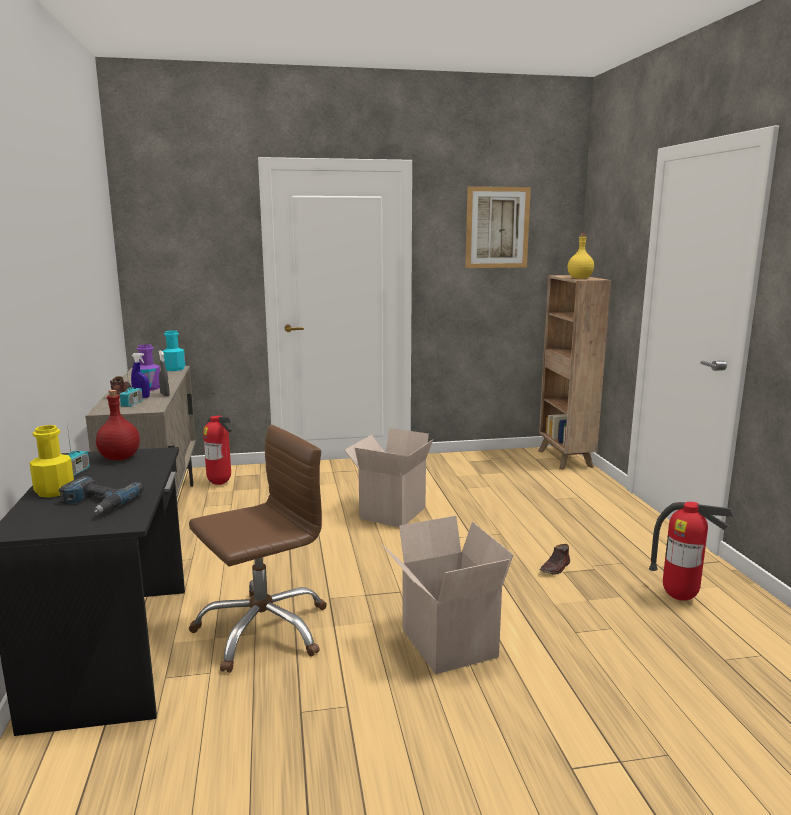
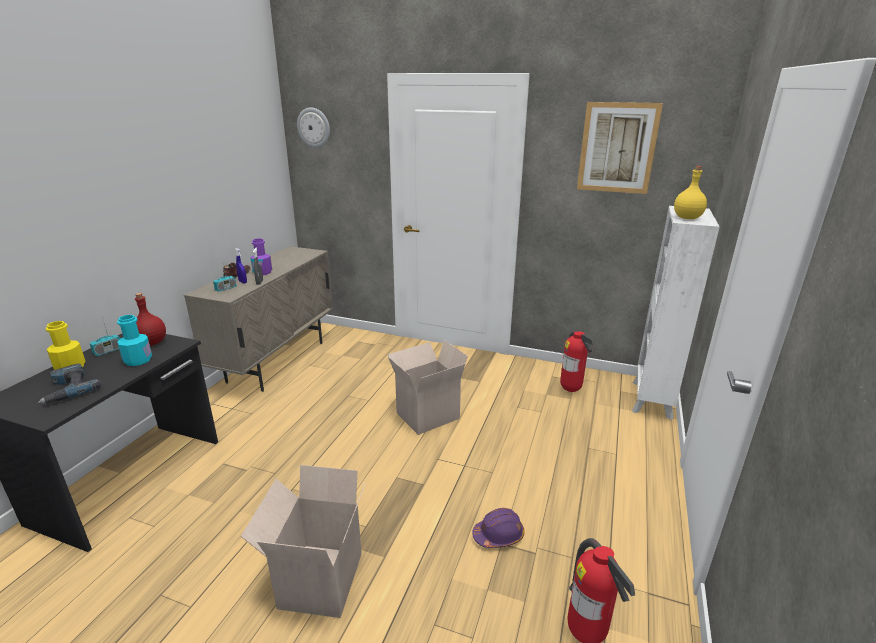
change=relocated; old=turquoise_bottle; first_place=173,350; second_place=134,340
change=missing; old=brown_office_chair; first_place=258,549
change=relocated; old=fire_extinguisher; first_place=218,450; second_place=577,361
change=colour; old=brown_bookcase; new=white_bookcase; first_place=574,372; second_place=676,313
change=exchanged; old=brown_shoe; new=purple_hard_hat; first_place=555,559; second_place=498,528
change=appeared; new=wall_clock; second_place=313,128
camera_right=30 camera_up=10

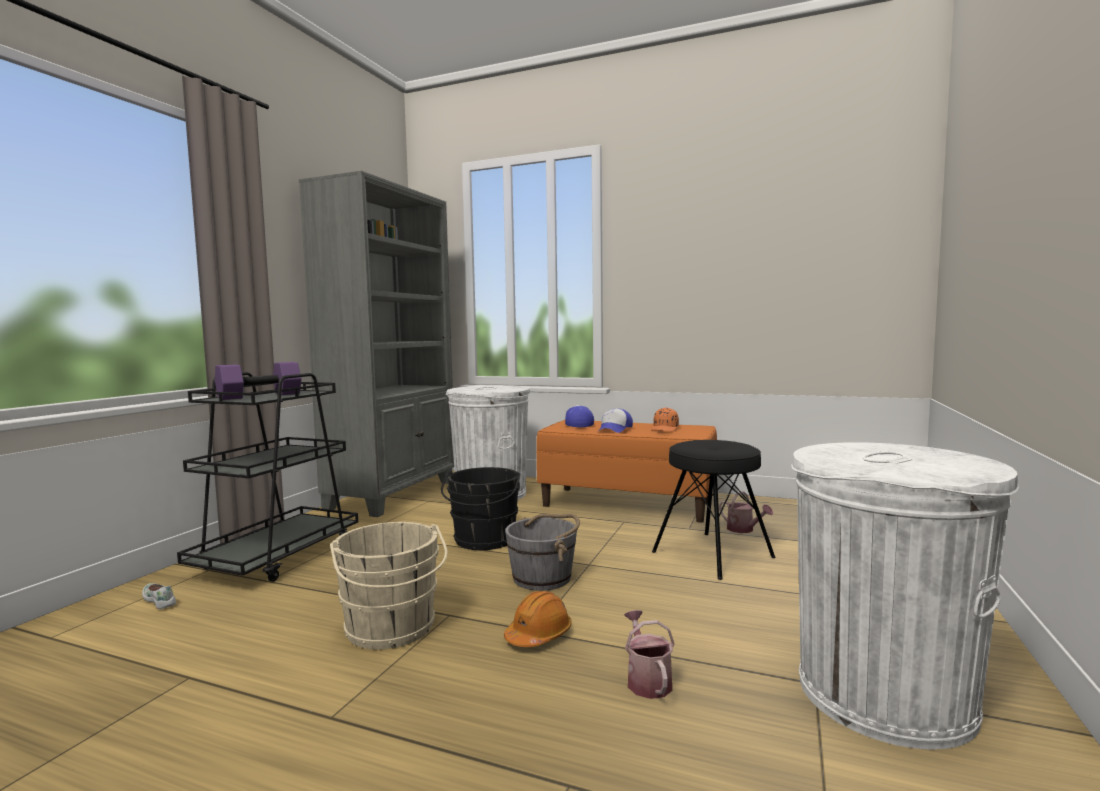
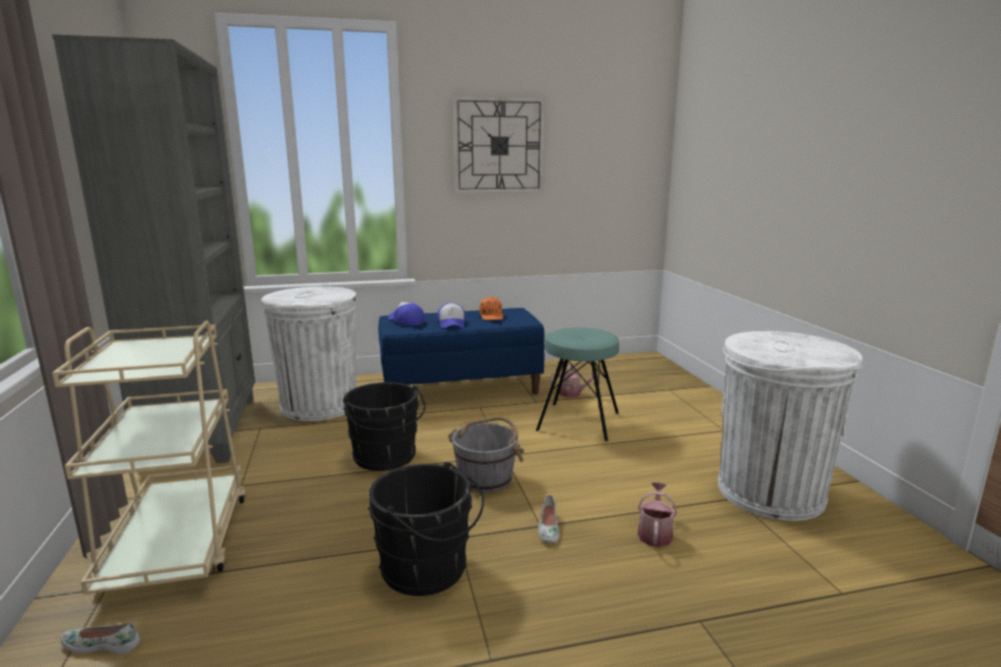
change=colour; old=black_cart; new=beige_cart; first_place=267,477; second_place=149,457
change=missing; old=purple_dumbbell; first_place=258,381
change=colour; old=beige_bucket; new=black_bucket; first_place=389,586; second_place=426,528
change=exchanged; old=orange_hard_hat; new=white_shoe; first_place=538,619; second_place=549,519
change=colour; old=orange_bench; new=blue_bench; first_place=626,471; second_place=461,351
change=spun; old=watering_can; first_place=649,654; second_place=657,514; degrees=60
change=colour; old=black_stool; new=turquoise_stool; first_place=713,510; second_place=577,384
change=appeared; new=wall_clock; second_place=499,144
camera_right=-35 camera_up=10

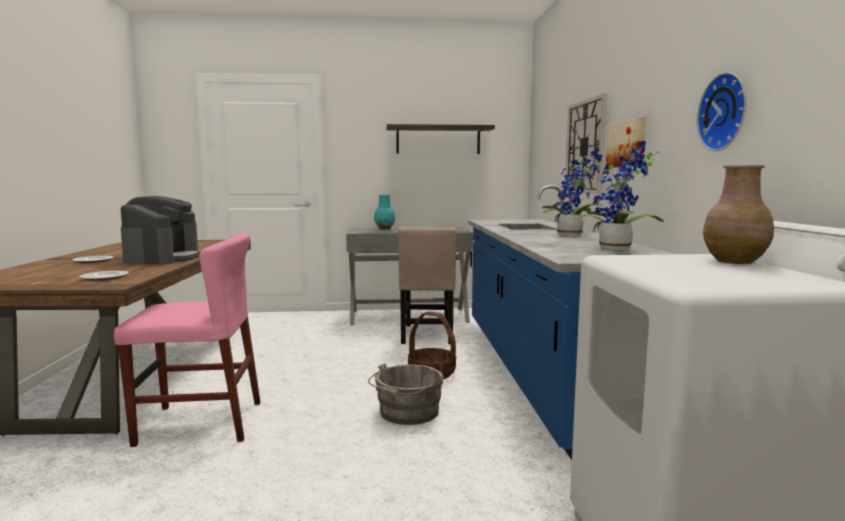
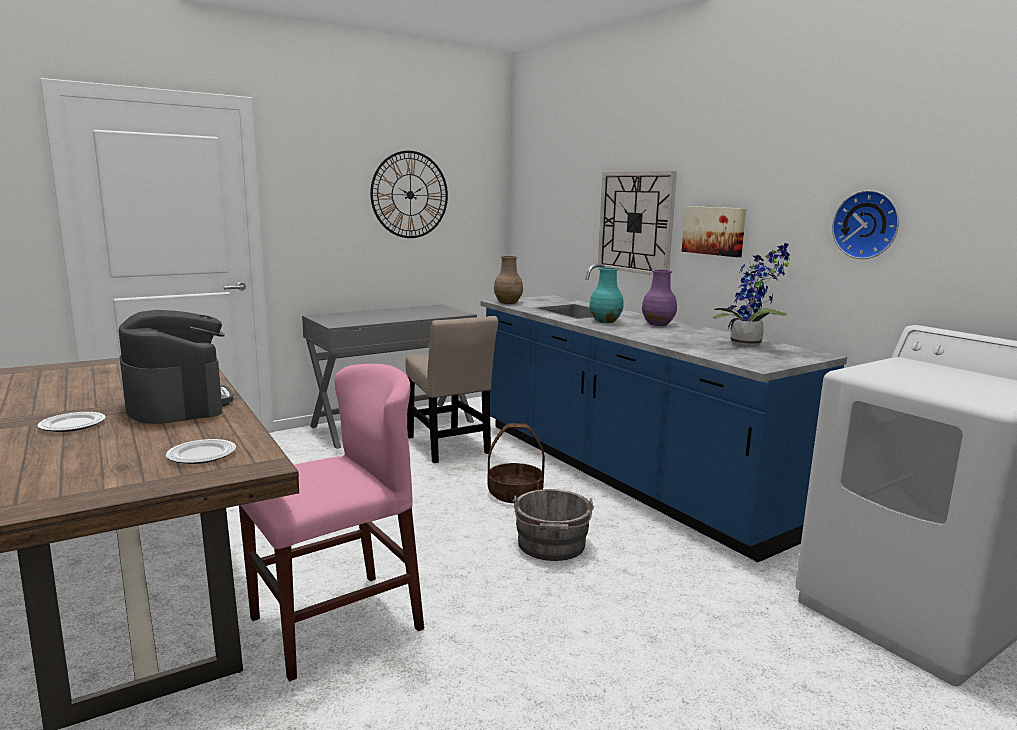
change=relocated; old=turquoise_vase; first_place=384,212; second_place=606,295
change=exchanged; old=shelf; new=wall_clock; first_place=440,139; second_place=409,194
change=exchanged; old=potted_plant; new=purple_vase; first_place=573,192; second_place=659,298
change=relocated; old=brown_vase; first_place=738,214; second_place=508,280
camera_right=-30 camera_up=5

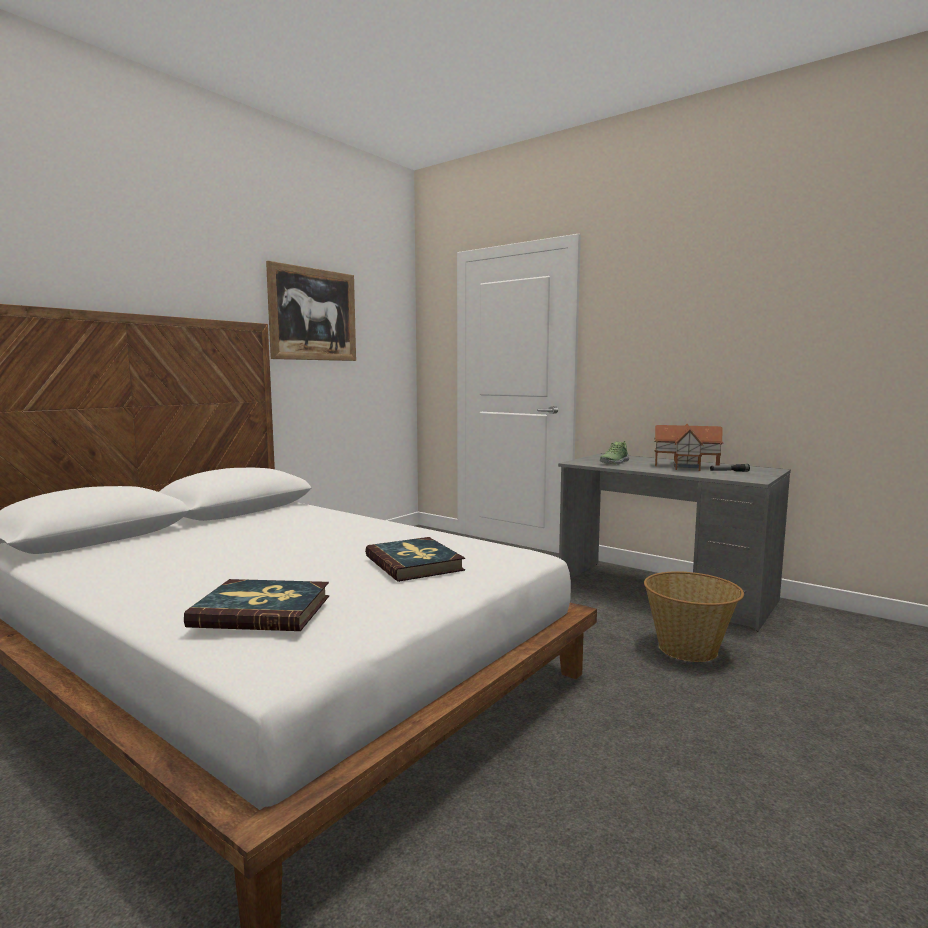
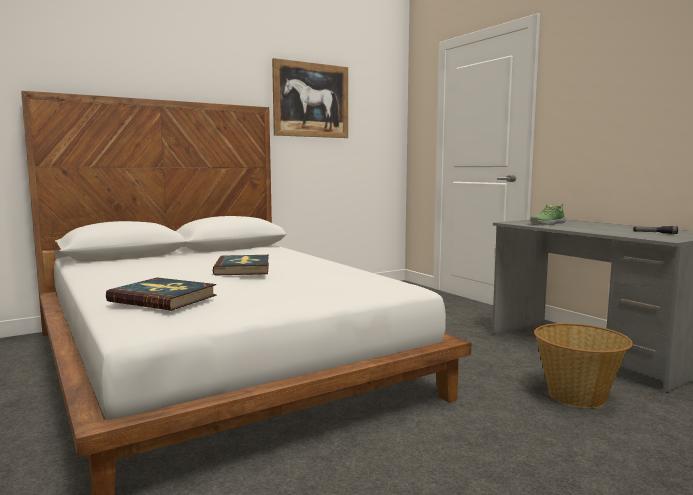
change=relocated; old=book; first_place=415,559; second_place=241,265
change=missing; old=toy_house; first_place=688,447
camera_right=20 camera_up=0

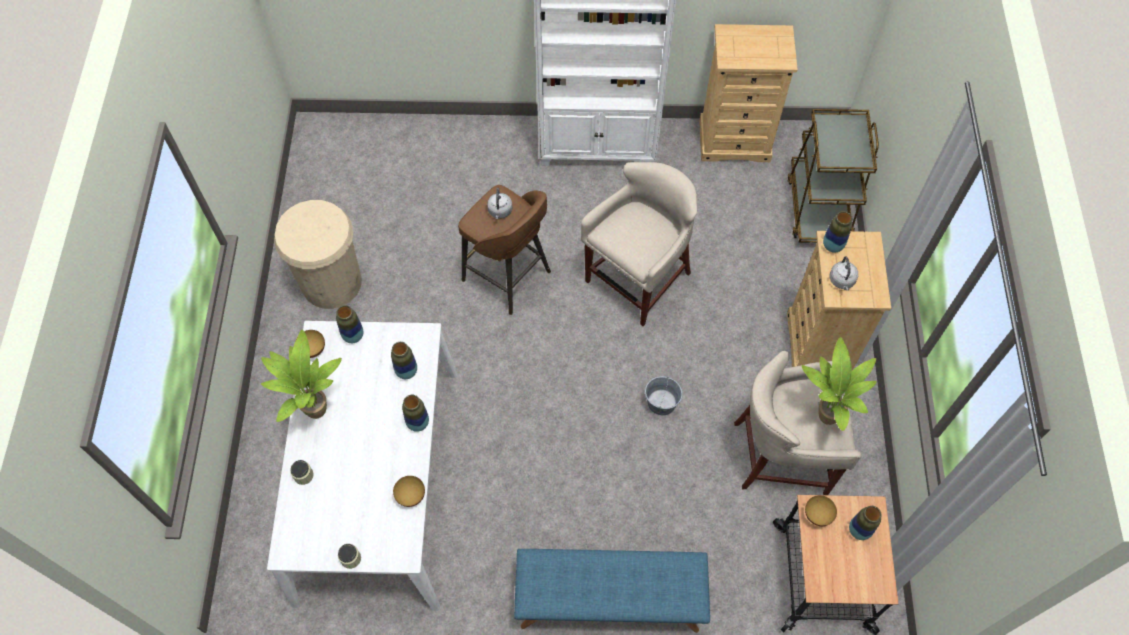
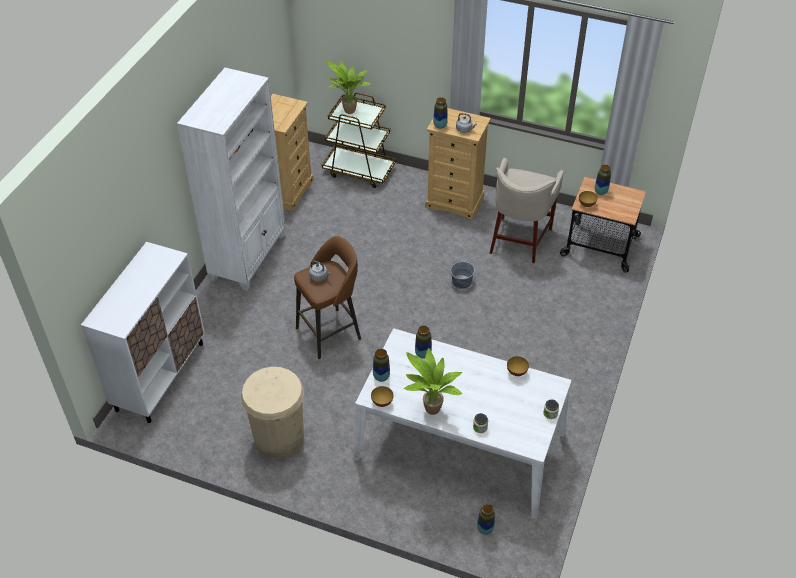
change=relocated; old=vase; first_place=415,413; second_place=486,519
change=missing; old=blue_bench; first_place=612,591
change=missing; old=beige_stool; first_place=639,244
change=relocated; old=potted_plant; first_place=839,384; second_place=349,87
change=appeared; new=white_cabinet; second_place=143,332
camera_right=-70 camera_up=-15

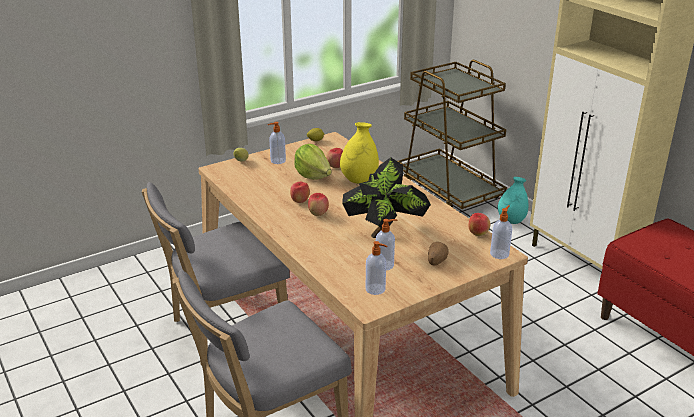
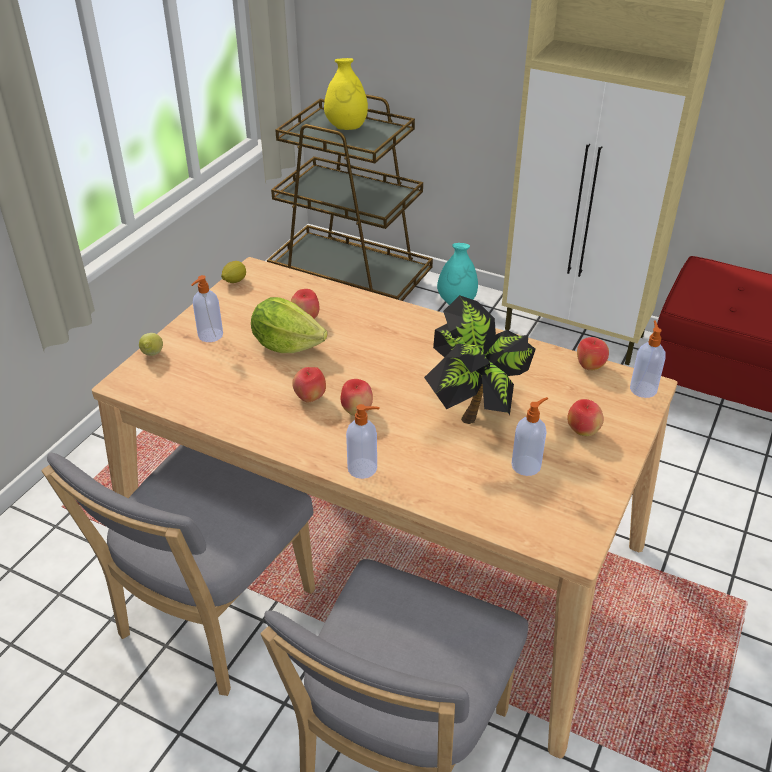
change=relocated; old=yellow_vase; first_place=359,153; second_place=346,94
change=relocated; old=soap_dispenser; first_place=376,268; second_place=363,441
change=exchanged; old=potato; new=apple; first_place=438,254; second_place=585,417
camera_right=-30 camera_up=10

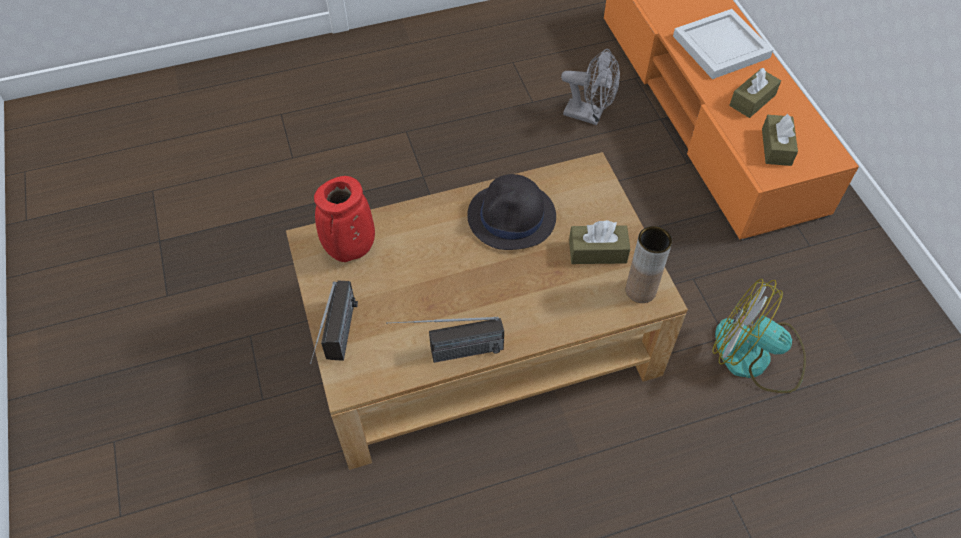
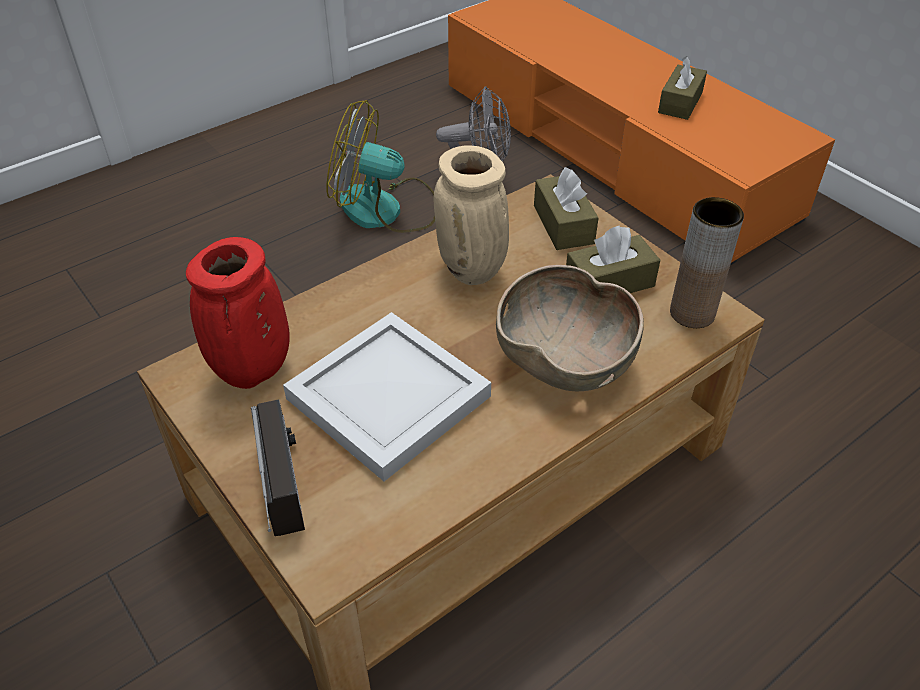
change=missing; old=radio; first_place=445,340
change=exchanged; old=black_hat; new=beige_vase; first_place=511,212; second_place=471,215
change=relocated; old=white_tray; first_place=723,44; second_place=387,396
change=relocated; old=fan; first_place=759,336; second_place=381,166
change=relocated; old=brown_tissue_box; first_place=780,140; second_place=566,208
change=appeared; new=brown_bowl; second_place=570,328
camera_right=-20 camera_up=-10

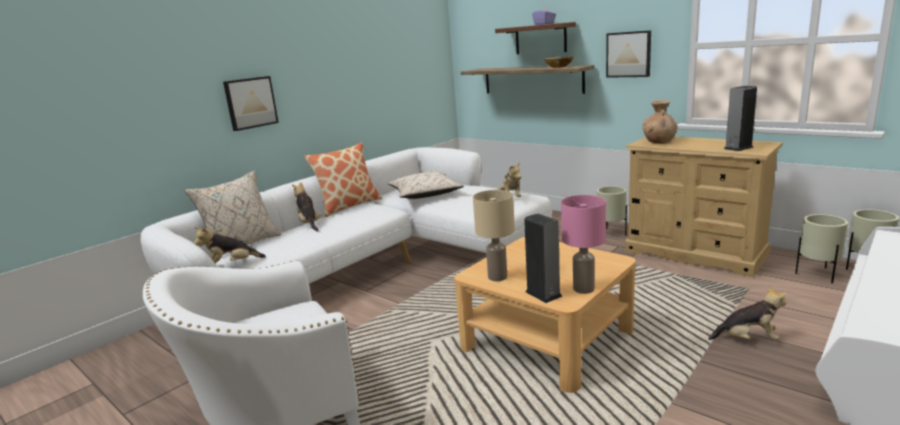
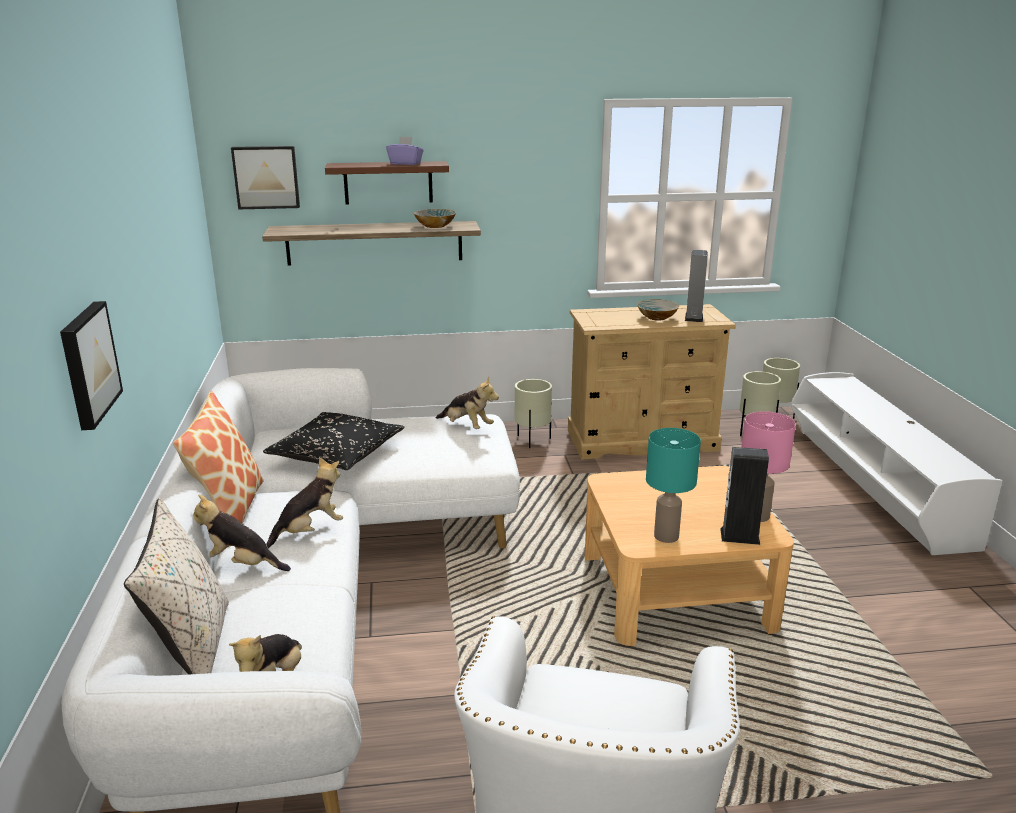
change=colour; old=beige_pillow; new=black_pillow; first_place=426,185; second_place=334,441
change=colour; old=beige_table_lamp; new=turquoise_table_lamp; first_place=494,235; second_place=673,485
change=relocated; old=picture; first_place=628,54; second_place=265,177
change=missing; old=brown_vase; first_place=660,122
change=relocated; old=plush_toy; first_place=747,312; second_place=304,502
change=appeared; new=bowl; second_place=658,310
camera_right=-50 camera_up=5

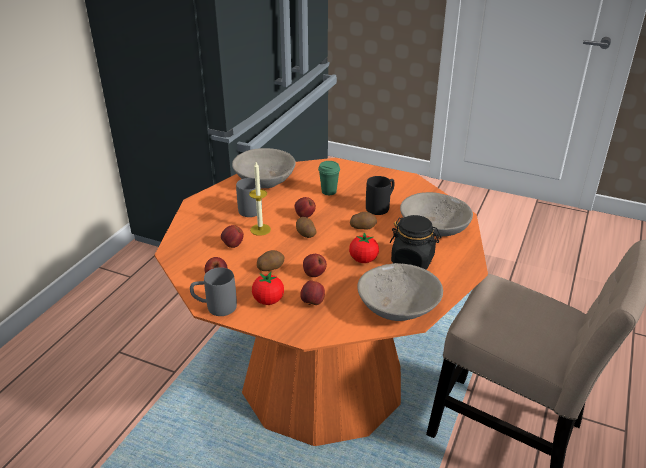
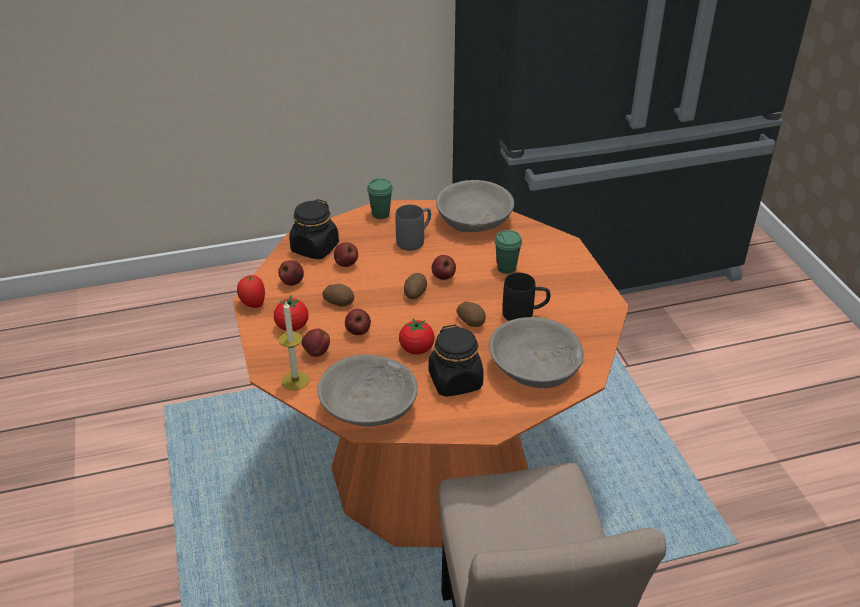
change=exchanged; old=grey_mug; new=tomato; first_place=213,291; second_place=251,291
change=relocated; old=candle; first_place=260,199; second_place=293,346
change=appeared; new=black_jar; second_place=314,229
change=appeared; new=green_cup; second_place=380,198
camera_right=50 camera_up=5

